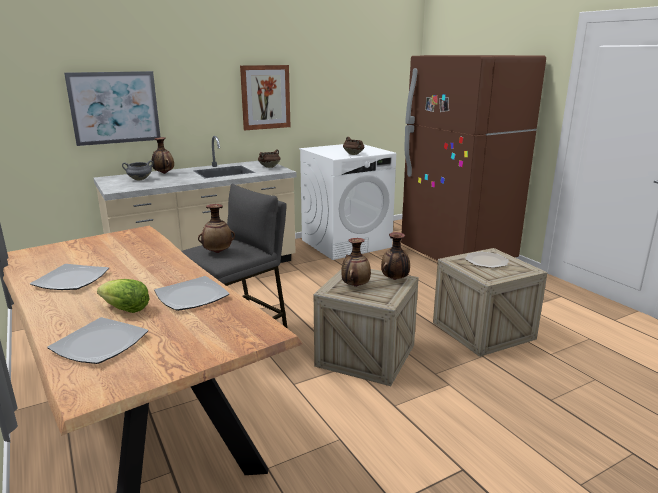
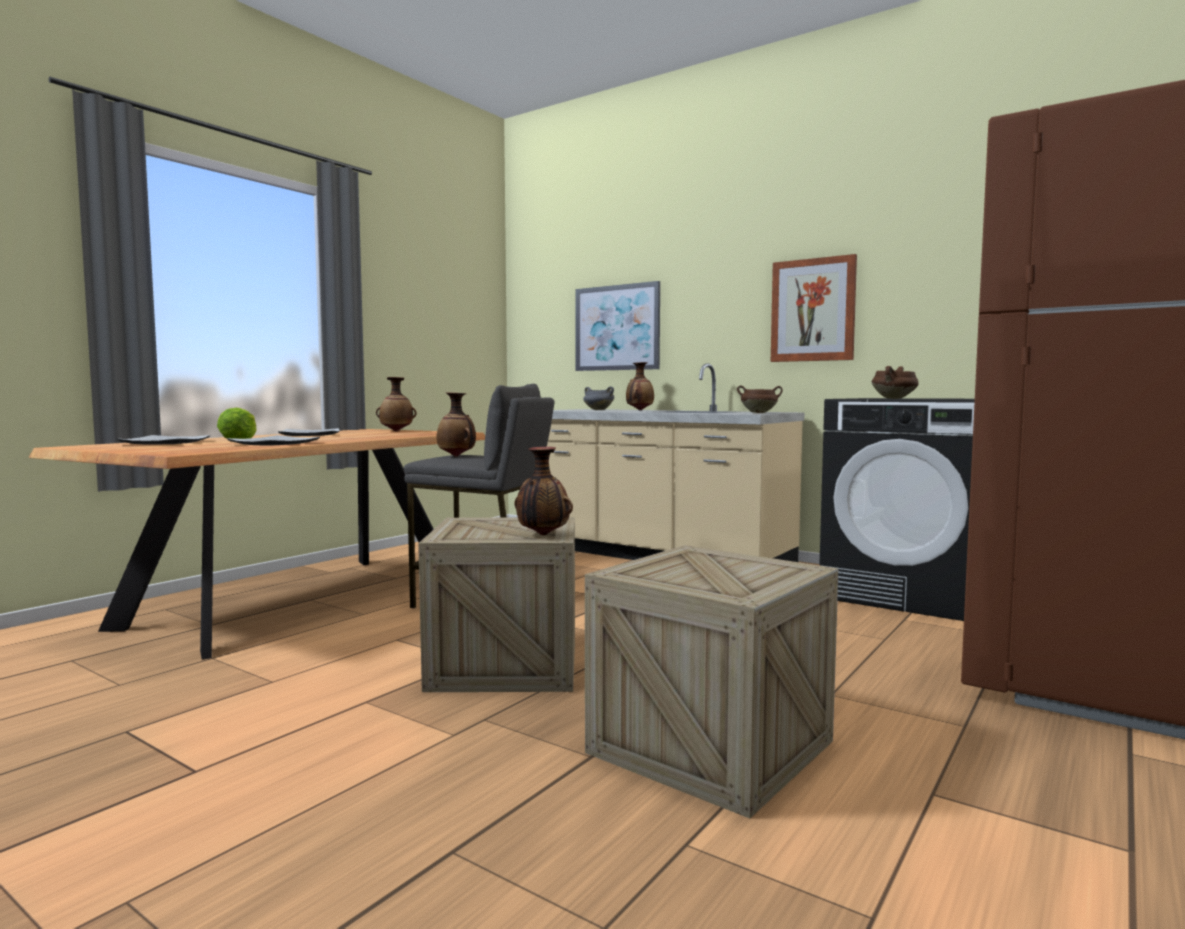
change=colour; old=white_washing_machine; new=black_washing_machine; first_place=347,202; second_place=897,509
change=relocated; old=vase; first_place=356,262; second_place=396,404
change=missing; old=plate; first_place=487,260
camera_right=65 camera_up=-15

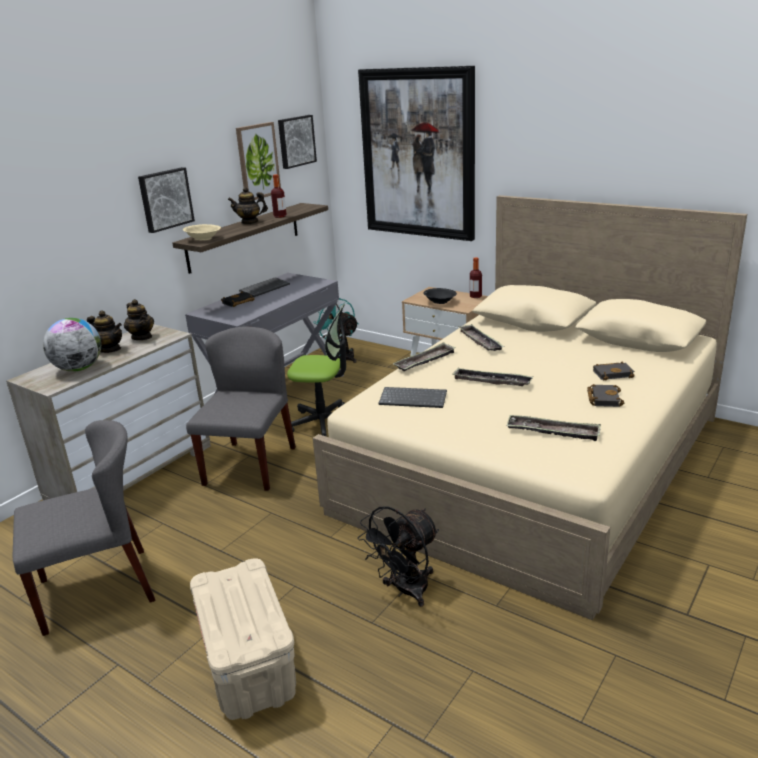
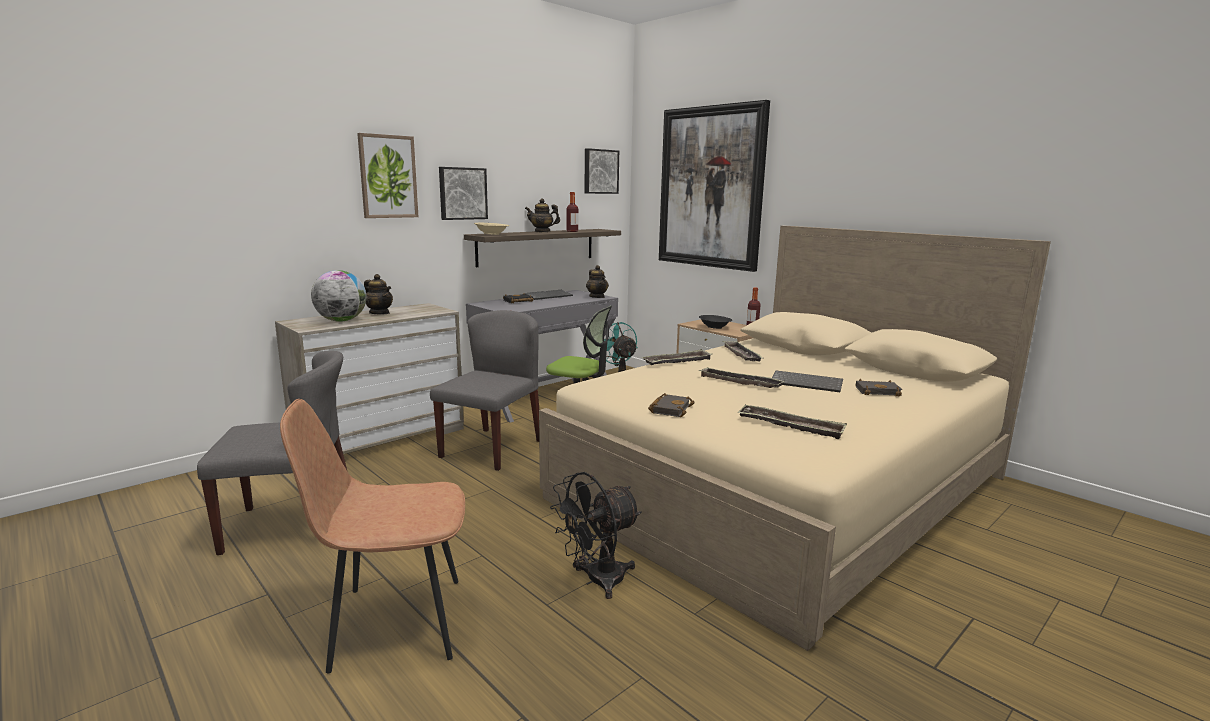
change=relocated; old=teapot; first_place=139,319; second_place=597,281
change=exchanged; old=beige_storage_box; new=brown_chair; first_place=243,639; second_place=372,536
change=relocated; old=picture; first_place=258,161; second_place=388,175
change=relocated; old=keyboard; first_place=413,397; second_place=807,381
change=relocated; old=black_book; first_place=605,395; second_place=671,405
camera_right=10 camera_up=-10

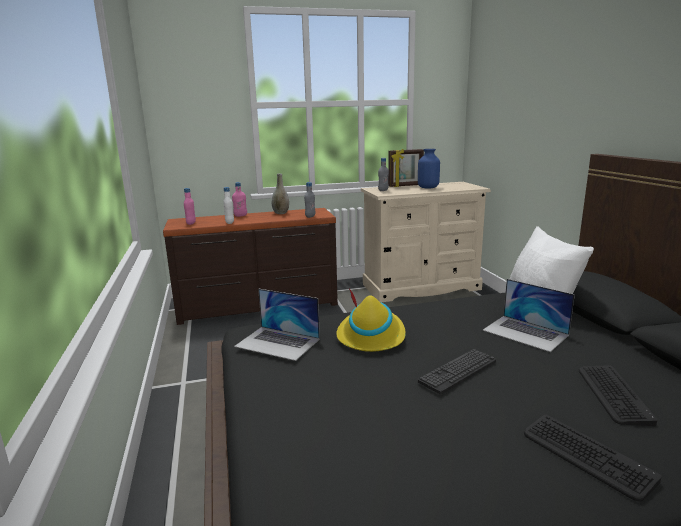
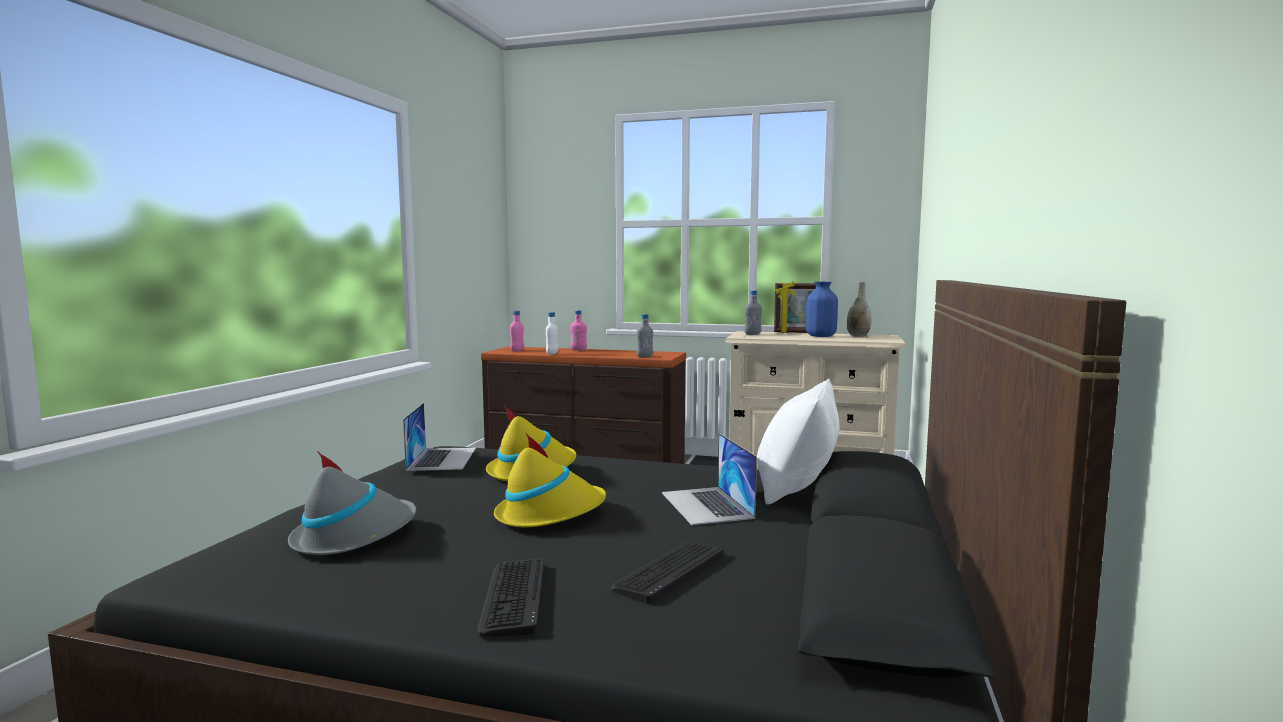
change=spun; old=laptop; first_place=277,325; second_place=439,437; degrees=-150
change=relocated; old=grey_vase; first_place=280,194; second_place=859,309
change=exchanged; old=keyboard; new=yellow_hat; first_place=457,372; second_place=550,479
change=appeared; new=grey_hat; second_place=352,503
camera_right=30 camera_up=-10

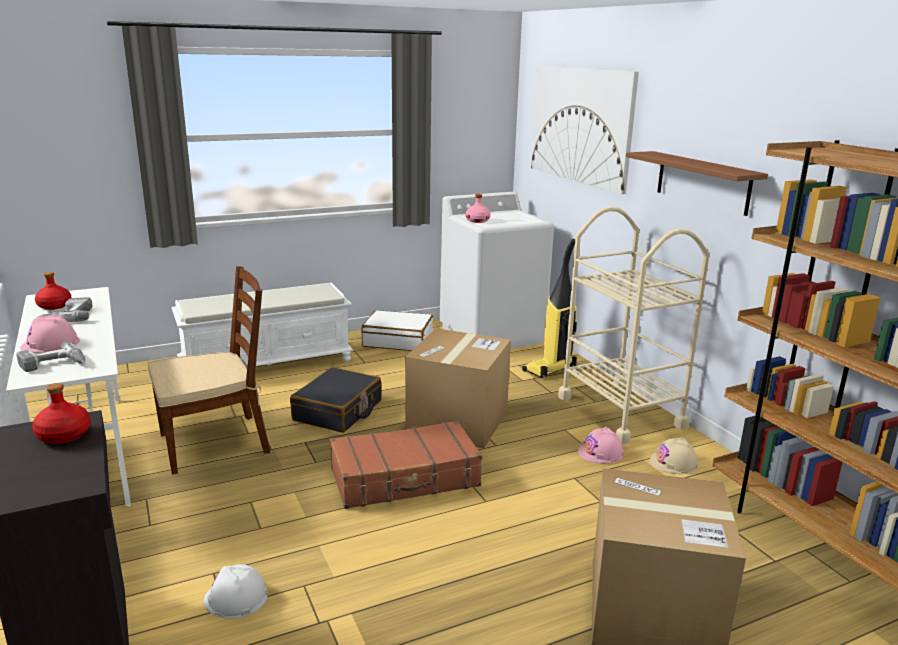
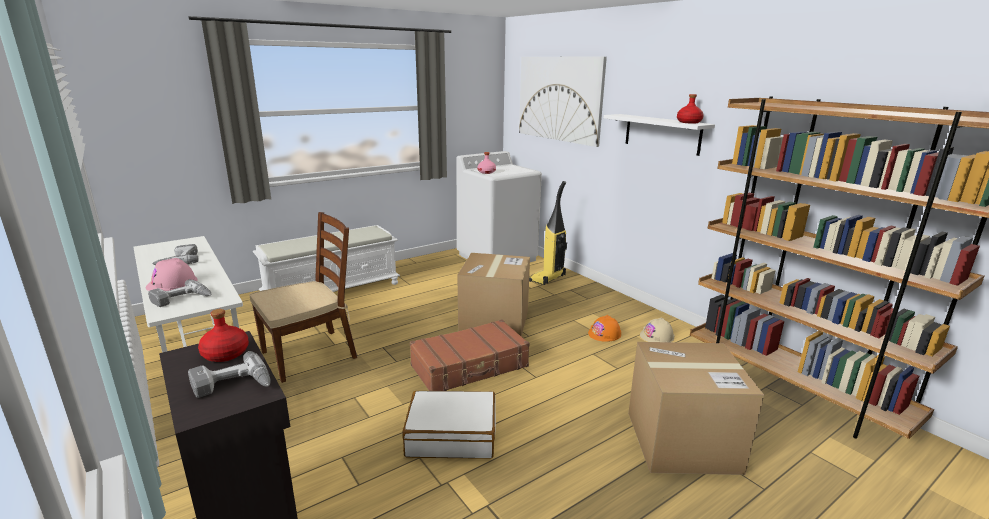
change=relocated; old=red_bottle; first_place=53,291; second_place=690,108
change=missing; old=white_hard_hat; first_place=236,591
change=missing; old=black_suitcase; first_place=336,400
change=relocated; old=white_suitcase; first_place=397,330; second_place=449,425
change=missing; old=beige_cart; first_place=634,325
change=colour; old=pink_hard_hat; new=orange_hard_hat; first_place=601,445; second_place=604,328
change=colour; old=brown_shelf; new=white_shelf; first_place=697,183; second_place=659,135
change=appeared; new=power_drill; second_place=229,374
camera_right=-10 camera_up=0

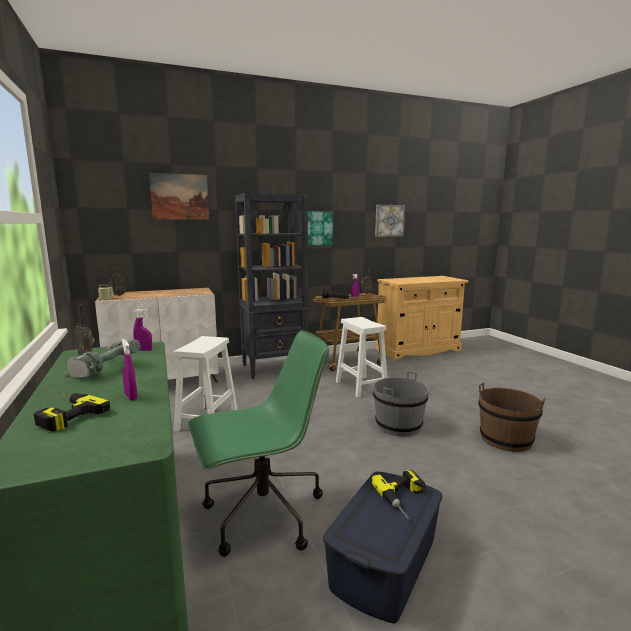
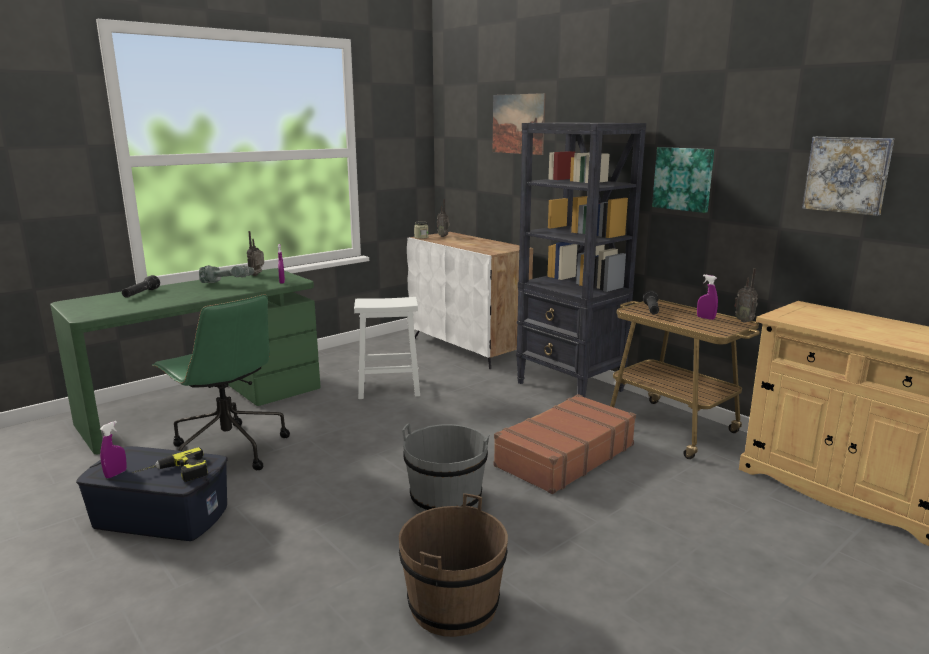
change=exchanged; old=power_drill; new=black_flashlight; first_place=72,412; second_place=141,286
change=relocated; old=purple_spray_bottle; first_place=129,369; second_place=113,449
change=exchanged; old=white_stool; new=brown_suitcase; first_place=361,357; second_place=565,444
camera_right=70 camera_up=5

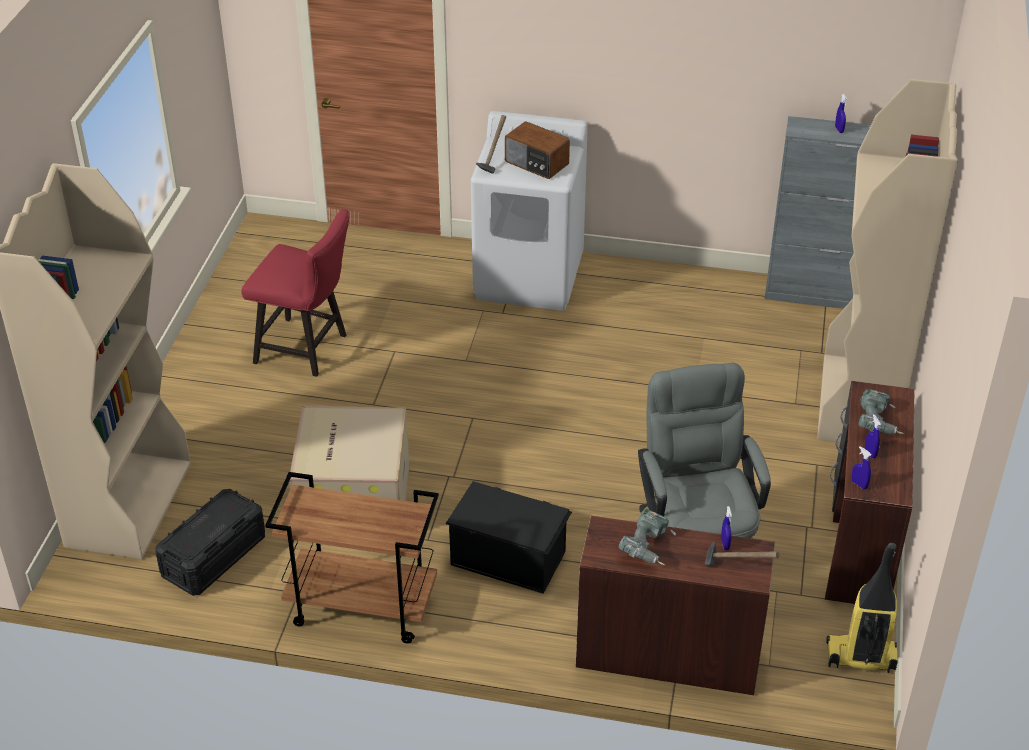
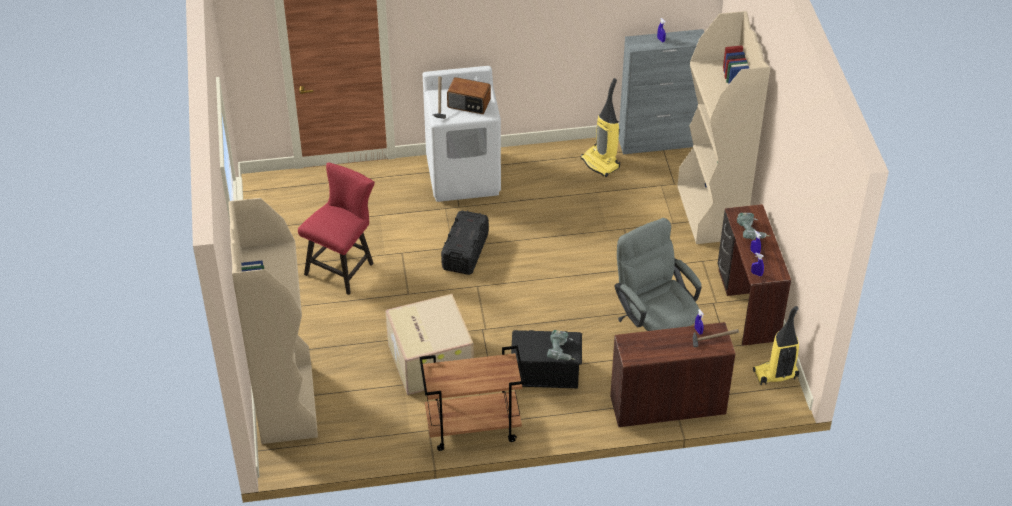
change=relocated; old=black_storage_box; first_place=210,542; second_place=465,242
change=spun; old=red_chair; first_place=295,293; second_place=336,228; degrees=-60
change=relocated; old=power_drill; first_place=647,537; second_place=561,345
change=appeared; new=vacuum_cleaner; second_place=600,127
camera_right=-20 camera_up=5

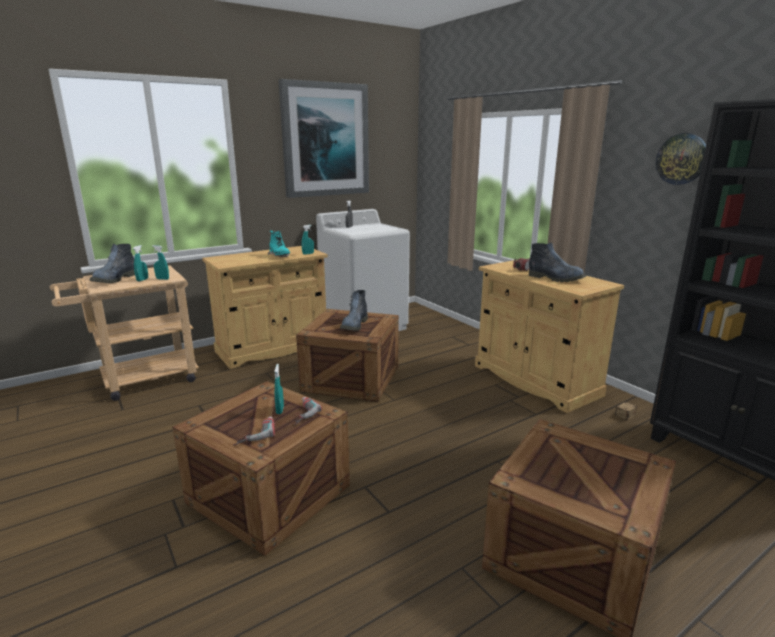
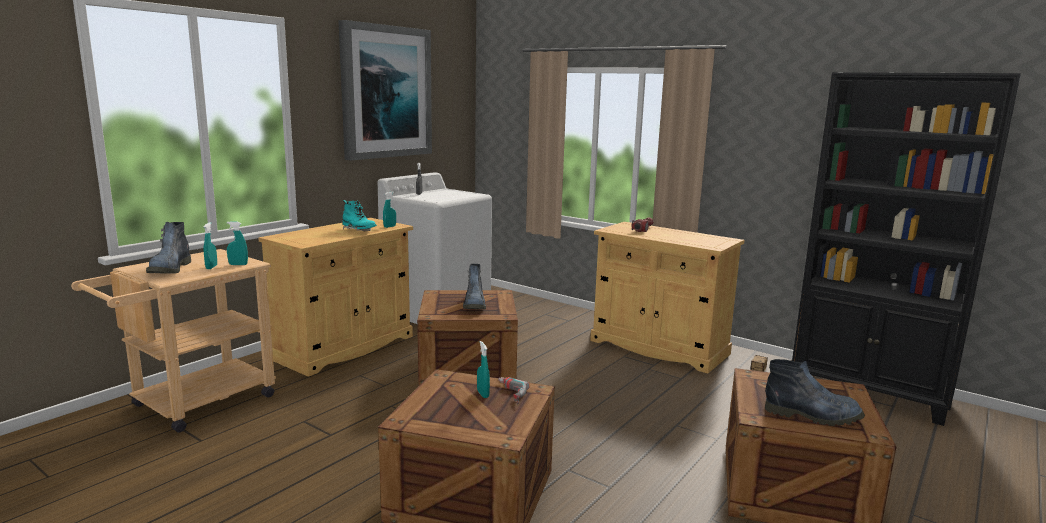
change=missing; old=power_drill; first_place=254,431
change=relocated; old=boot; first_place=557,262; second_place=815,392
change=missing; old=wall_clock; first_place=681,159
camera_right=-20 camera_up=-5

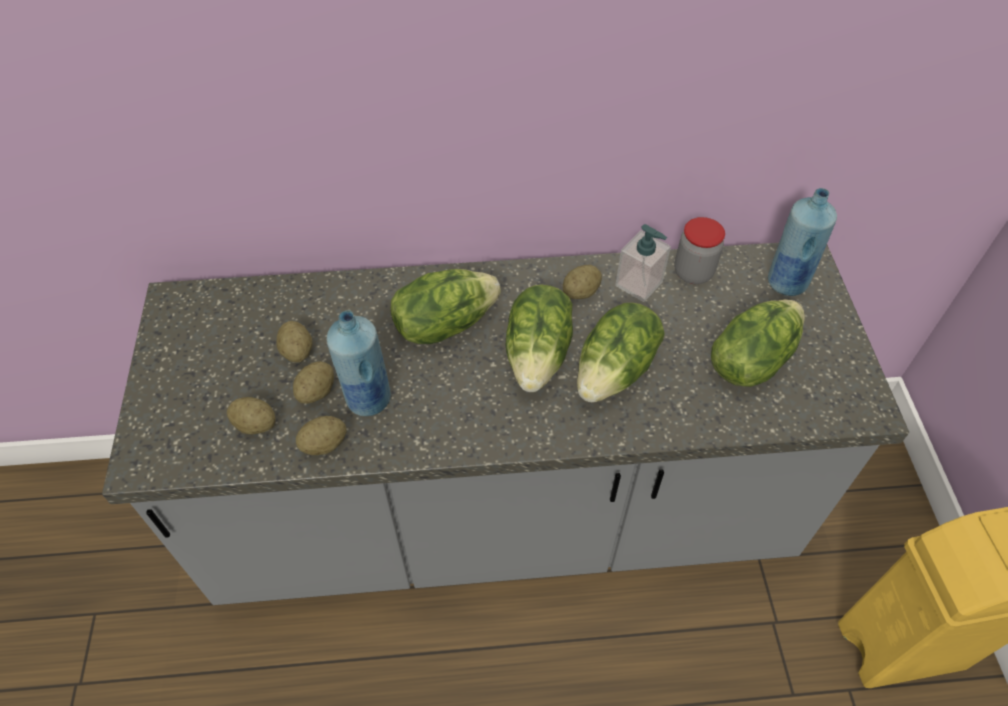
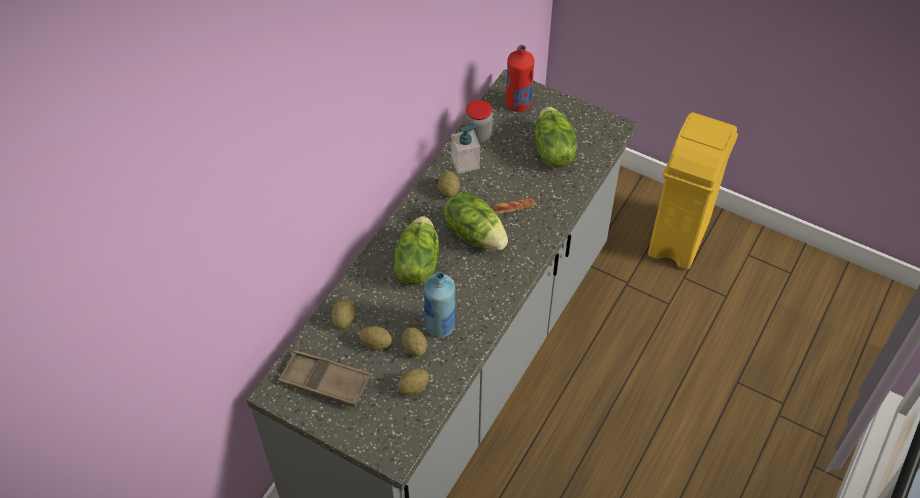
change=relocated; old=potato; first_place=321,435; second_place=343,314
change=exchanged; old=lettuce; new=bread; first_place=621,352; second_place=513,206
change=colour; old=blue_bottle; new=red_bottle; first_place=802,242; second_place=520,78
change=appeared; new=brown_tray; second_place=324,378
camera_right=-55 camera_up=0

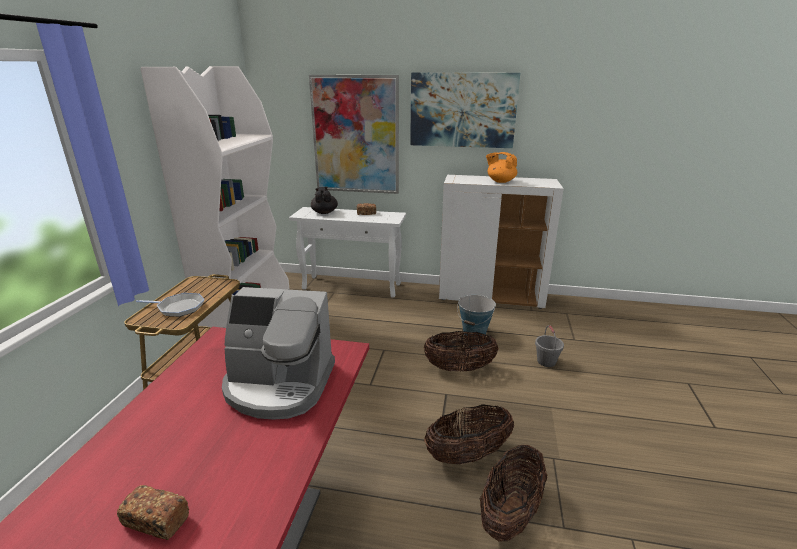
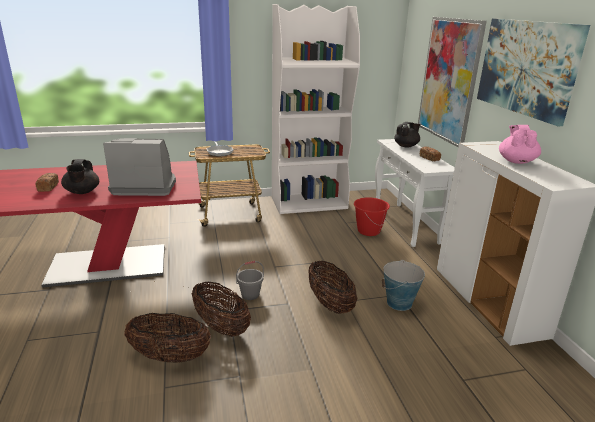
change=spun; old=coffee_machine; first_place=278,353; second_place=139,167; degrees=105
change=colour; old=orange_teapot; new=pink_teapot; first_place=501,167; second_place=520,144
change=relocated; old=grey_bucket; first_place=549,346; second_place=250,280
change=appeared; new=black_teapot; second_place=80,176
change=appeared; new=red_bucket; second_place=372,216
camera_right=65 camera_up=0

